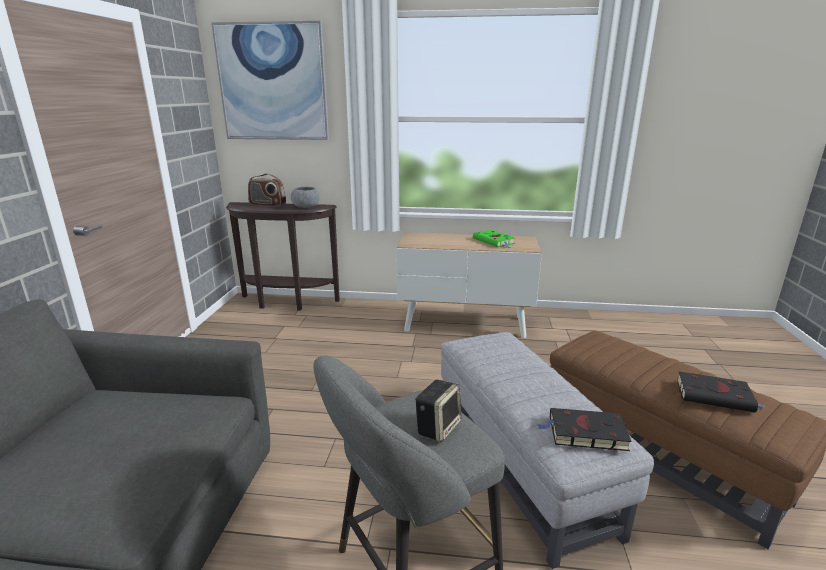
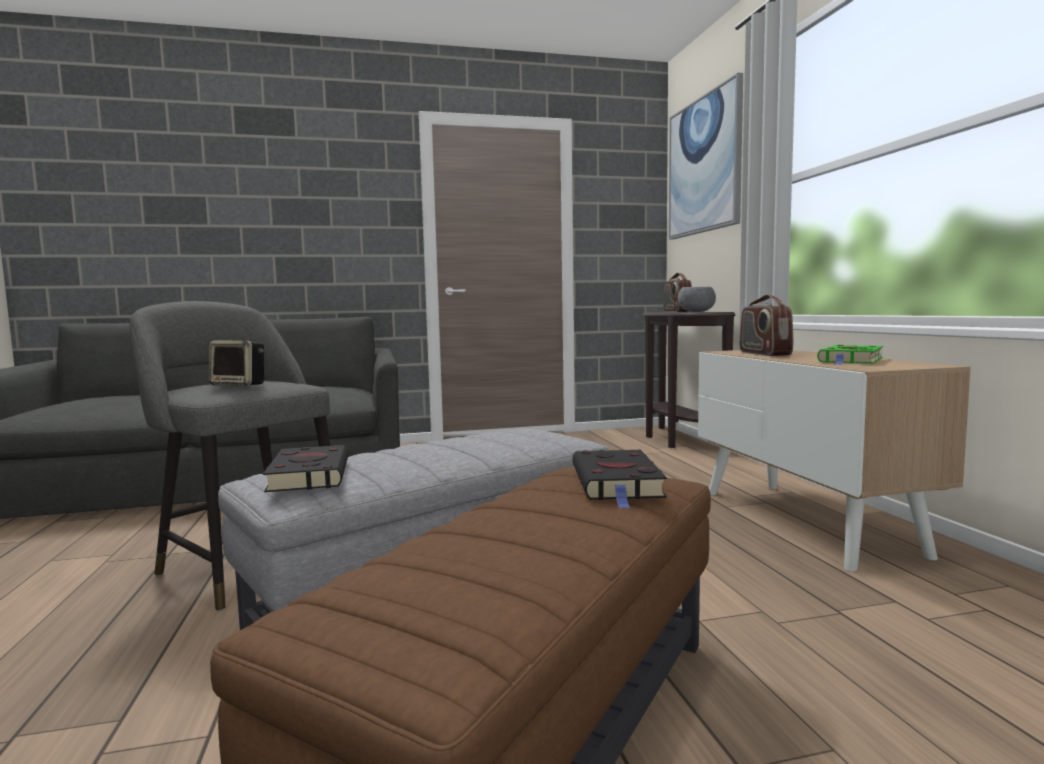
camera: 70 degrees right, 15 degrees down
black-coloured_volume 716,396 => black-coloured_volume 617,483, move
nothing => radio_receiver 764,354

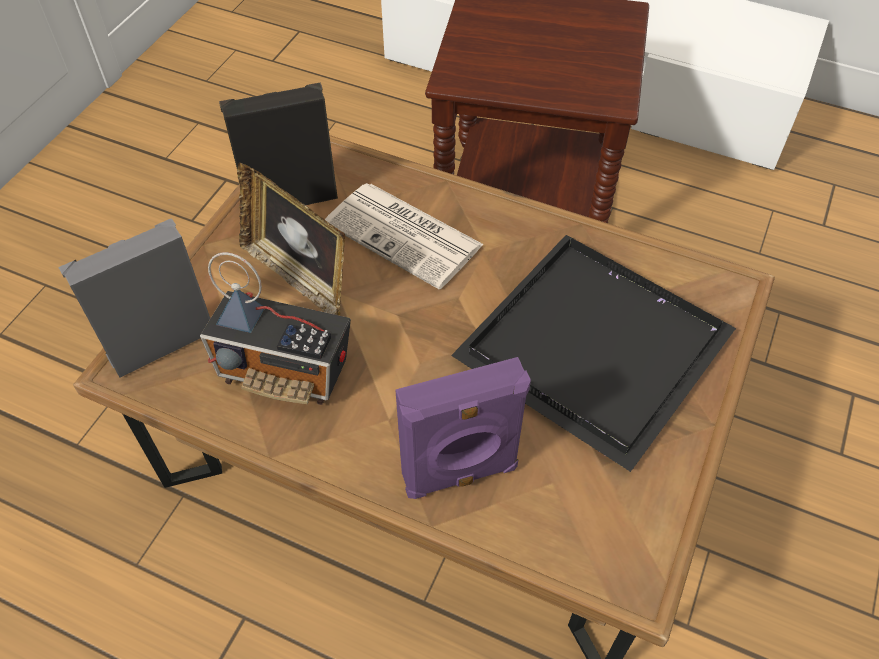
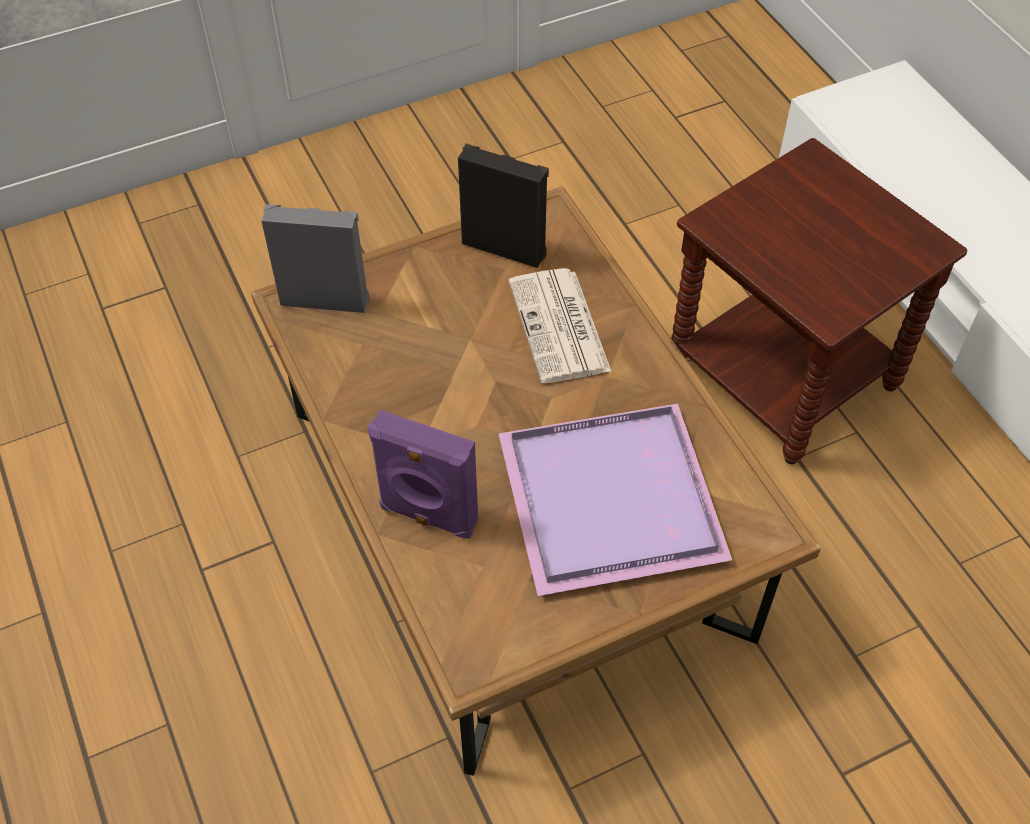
camera: 40 degrees right, 0 degrees up
radio_receiver 286,371 => nothing
standing_frame 299,276 => nothing
black-coloured_carrying_tray 599,347 => purple-coloured_carrying_tray 615,502

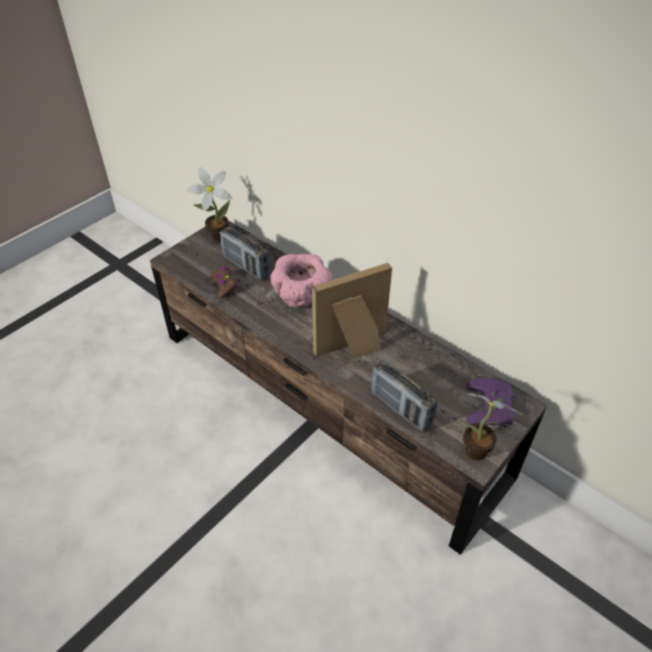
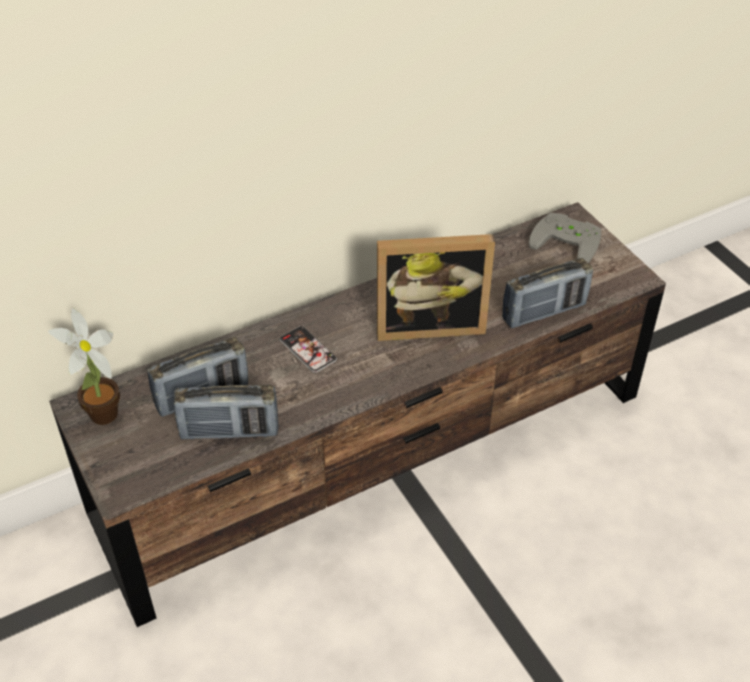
camera: 70 degrees left, 0 degrees up
brown_game_controller 223,285 => radio_receiver 229,431
pinkish_serving_bowl 301,297 => phone 308,350
standing_frame 354,348 => standing_frame 429,324, 90 degrees counterclockwise
plant_in_a_pot 479,453 => nothing
purple-coloured_game_controller 493,407 => gray_game_controller 568,240

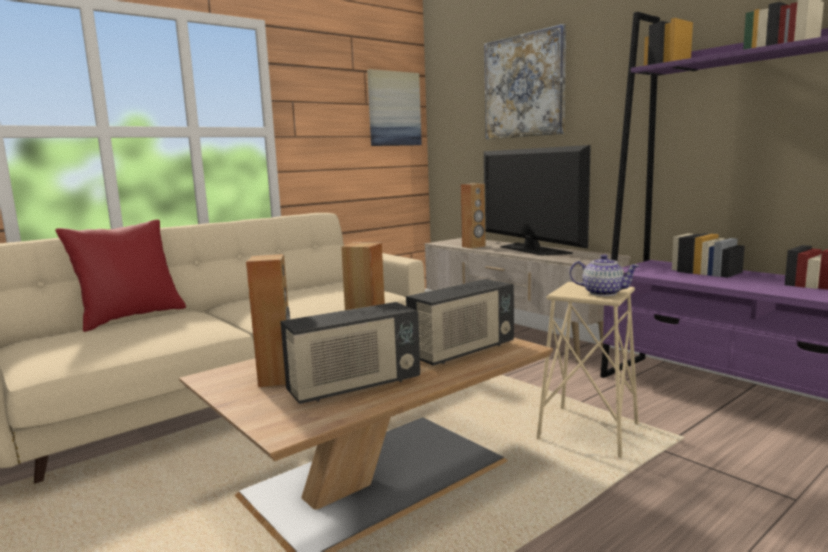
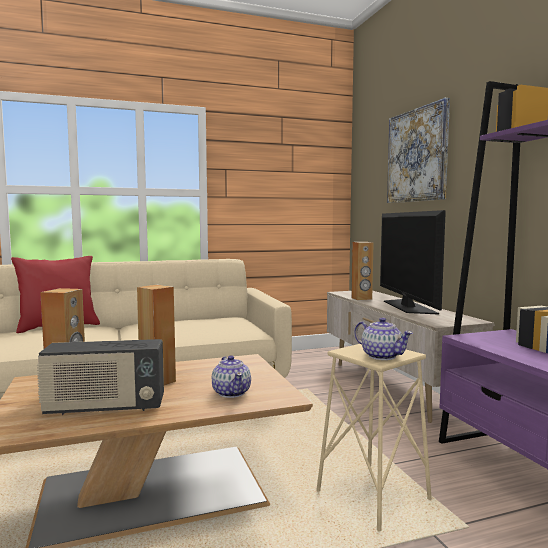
camera: 20 degrees right, 5 degrees down
wall_picture 394,109 => nothing
radio_receiver 463,351 => tea_pot 231,392

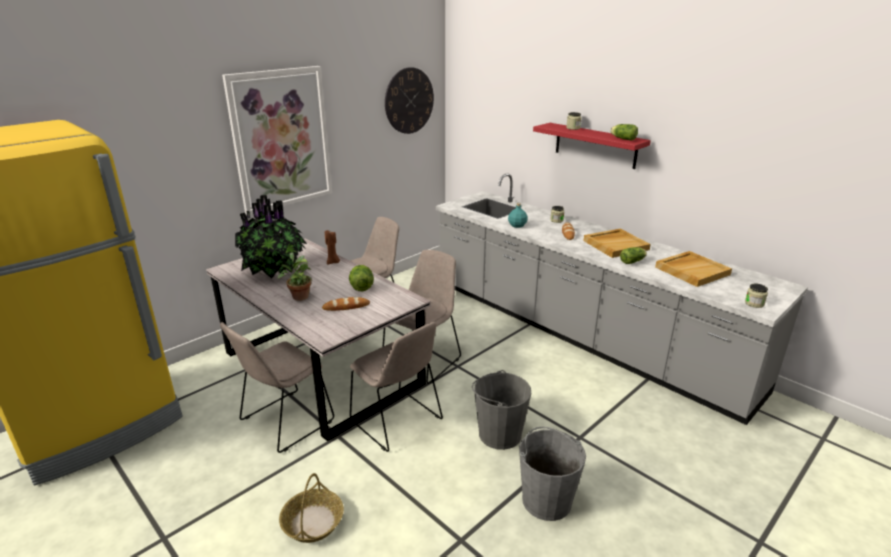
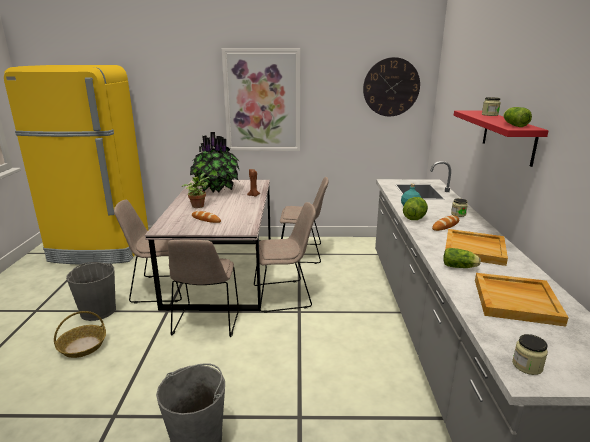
camera: 45 degrees right, 5 degrees down
lettuce 361,288 => lettuce 414,218, move
gray_water_bucket 499,434 => gray_water_bucket 98,311, move

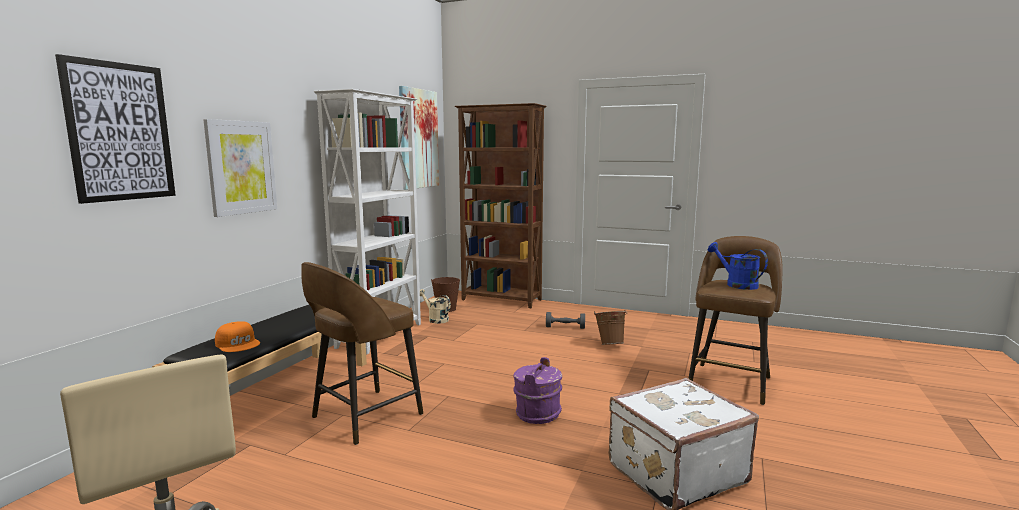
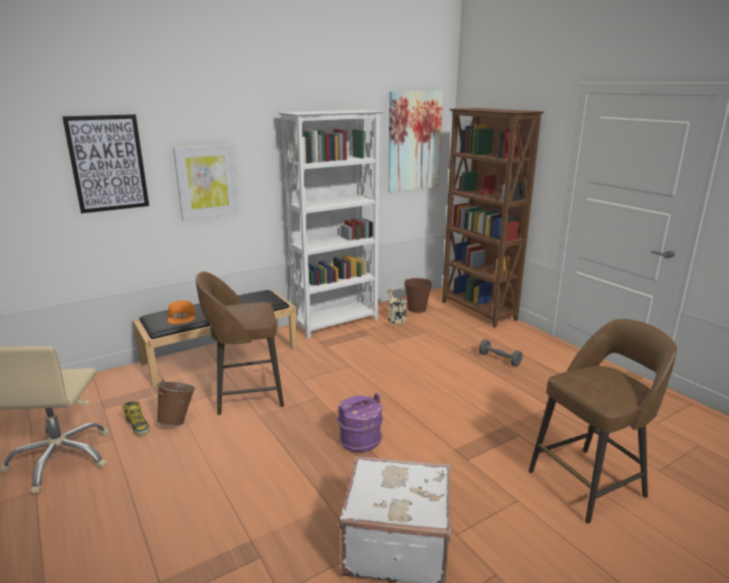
camera: 35 degrees right, 10 degrees up
brown_water_bucket 610,344 => brown_water_bucket 178,420, move
blue-coloured_sprinkling_can 736,284 => nothing
nothing => tall_boot 138,426

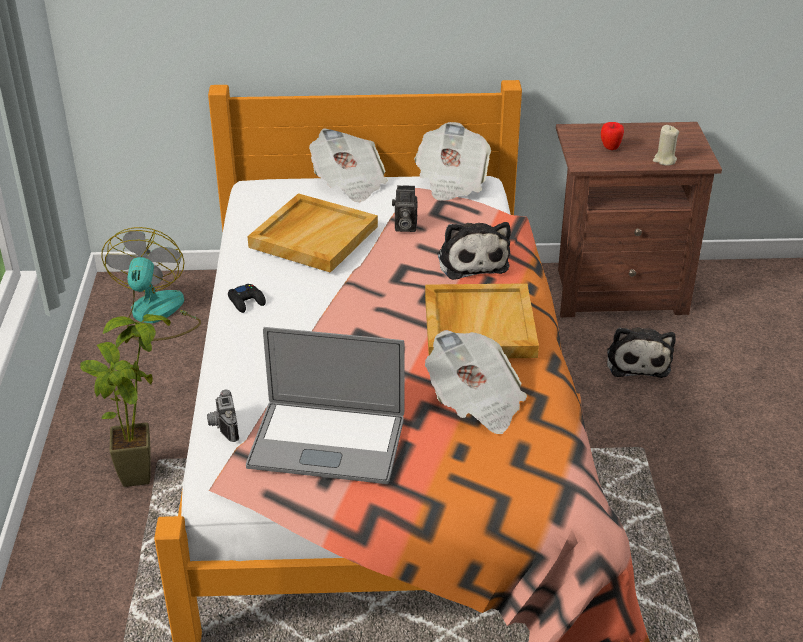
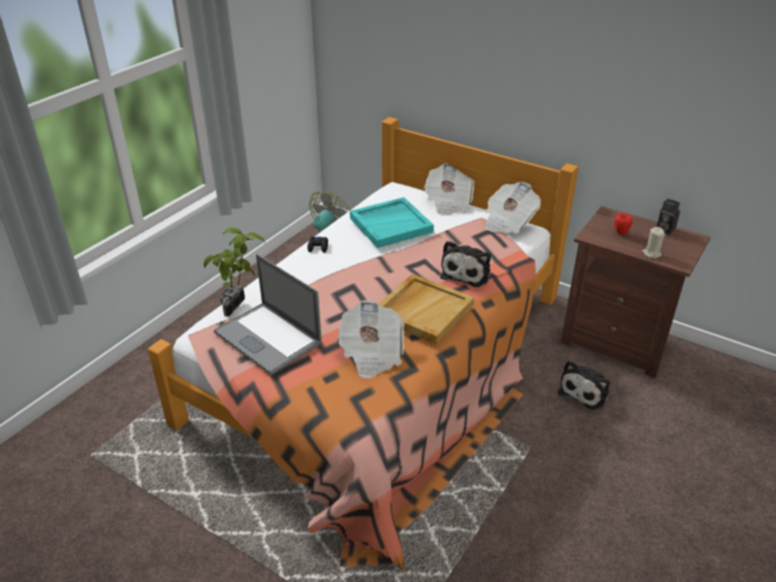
camera: 35 degrees right, 0 degrees up
sand-coloured_carrying_tray 313,236 => turquoise-coloured_carrying_tray 391,224
photo_camera 404,227 => photo_camera 664,229, move

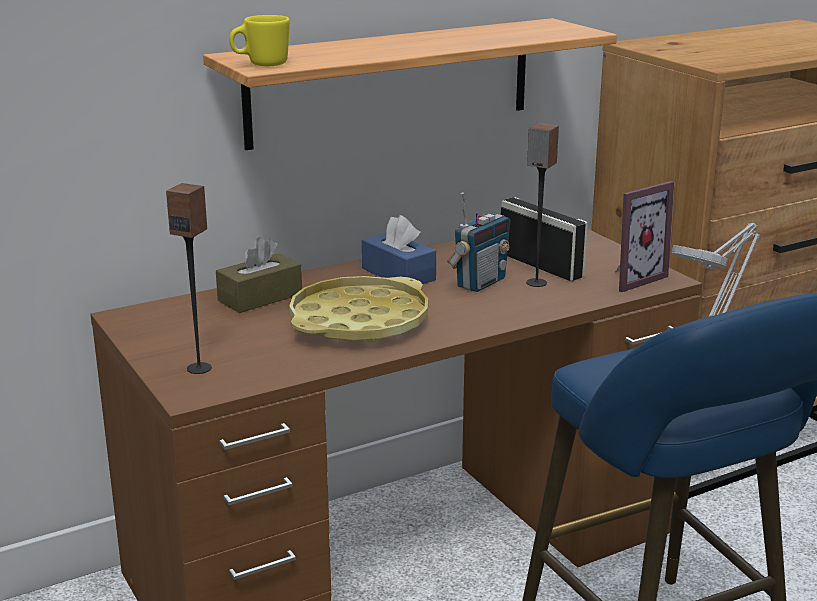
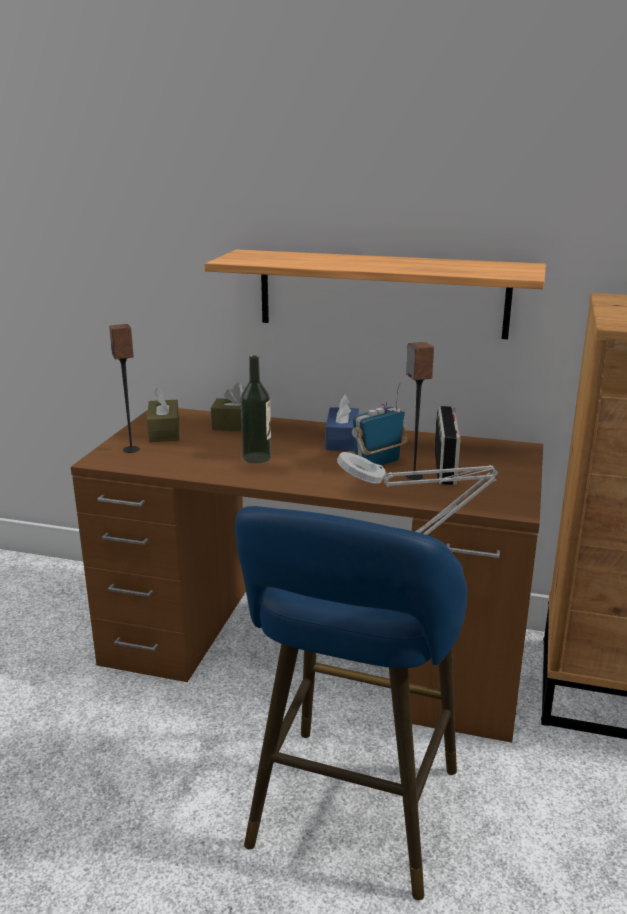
camera: 45 degrees right, 0 degrees up
yellow_mug 261,64 => nothing
yellow_carrying_tray 359,321 => bottle 257,457
radio_receiver 480,283 => radio_receiver 378,462, 150 degrees clockwise
standing_frame 631,278 => nothing
nothing => brown_tissue_box 164,431

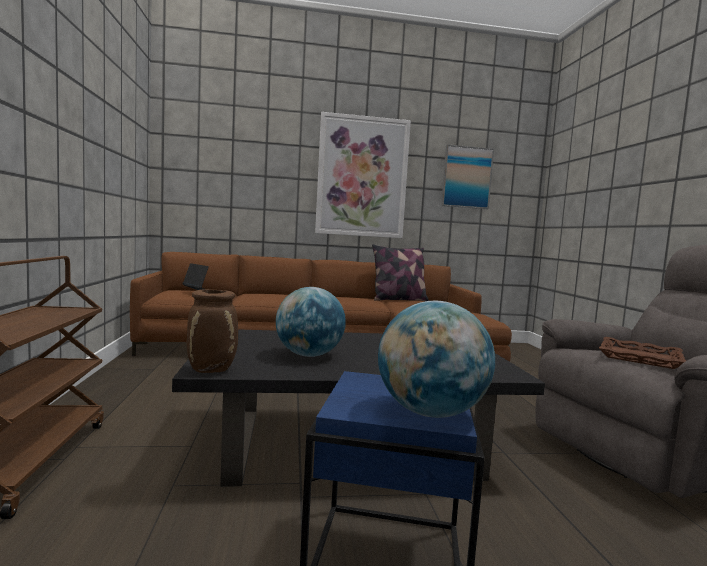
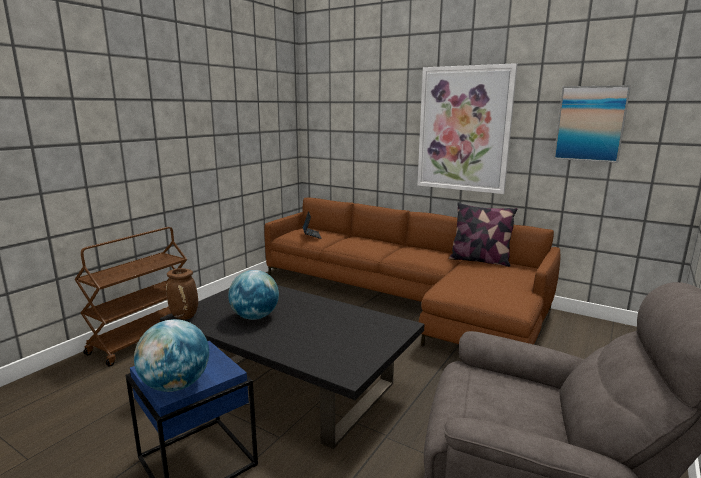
camera: 40 degrees right, 10 degrees up
brown_carrying_tray 639,358 => nothing

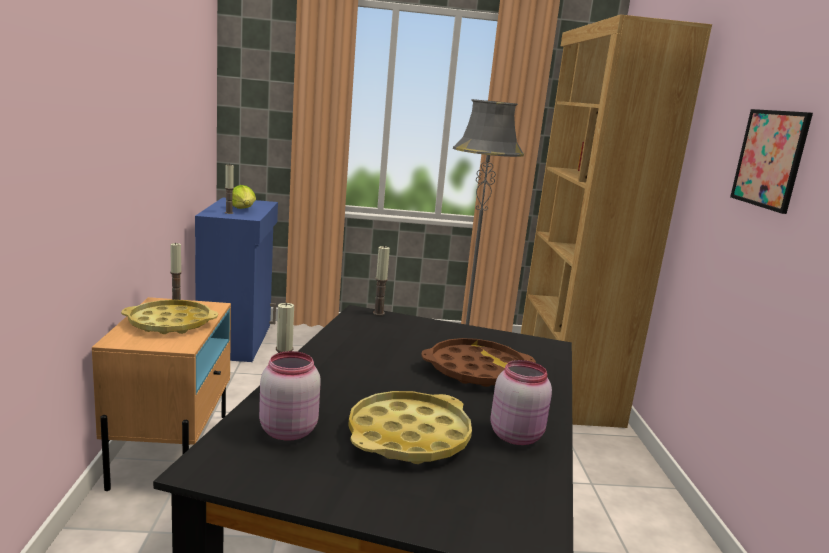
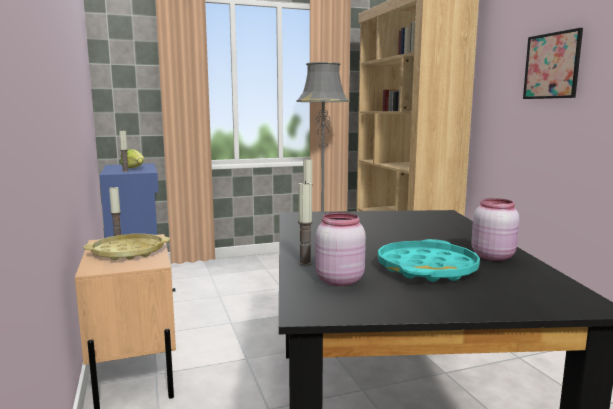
camera: 15 degrees left, 5 degrees down
yellow_carrying_tray 409,436 => turquoise-coloured_carrying_tray 427,268
brown_carrying_tray 476,370 => nothing

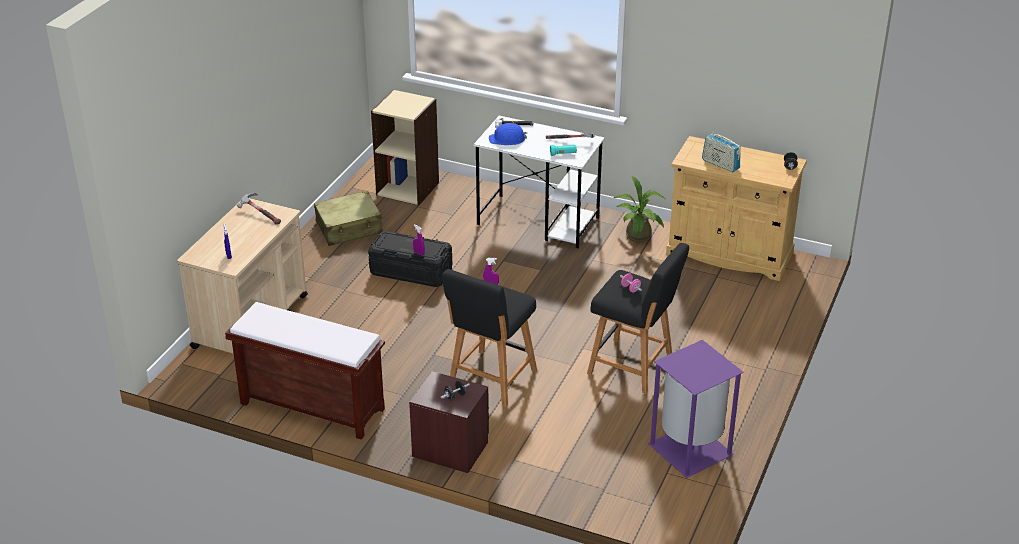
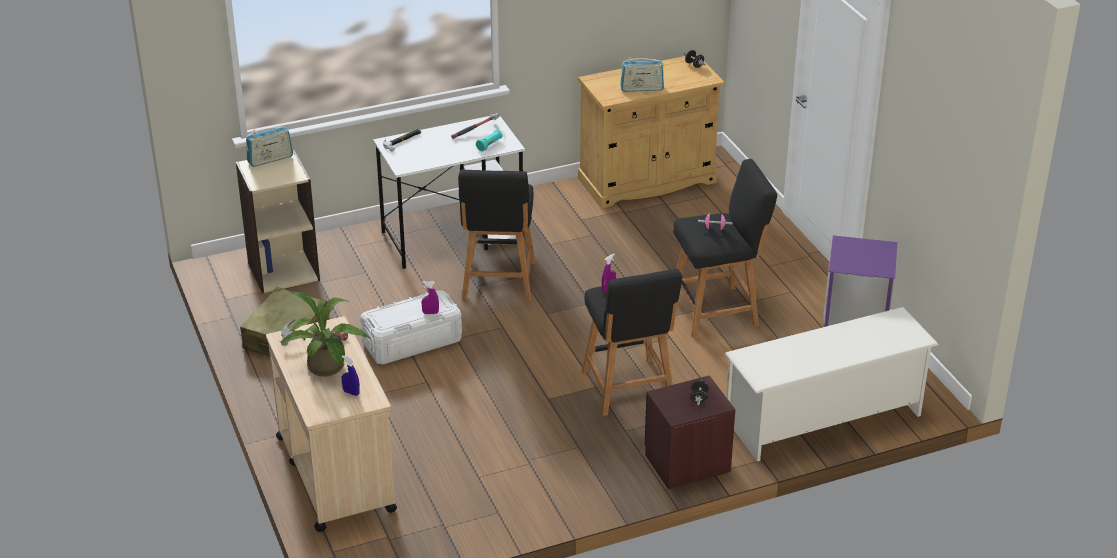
camera: 45 degrees left, 0 degrees up
brown_bench 310,406 => nothing
black-coloured_storage_box 411,271 => white_storage_box 412,342
blue-coloured_safety_helmet 507,139 => nothing
plant_in_a_pot 638,238 => plant_in_a_pot 329,369, move
nothing => radio_receiver 270,159
nothing => black-coloured_stool_seat 498,283
nothing => white_shoe_rack 824,419

